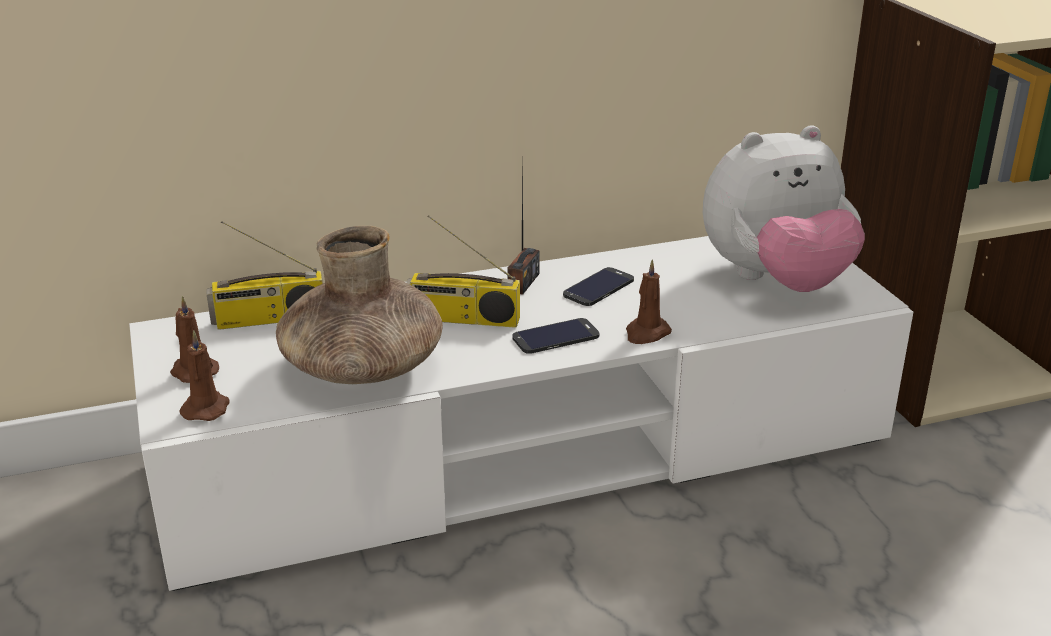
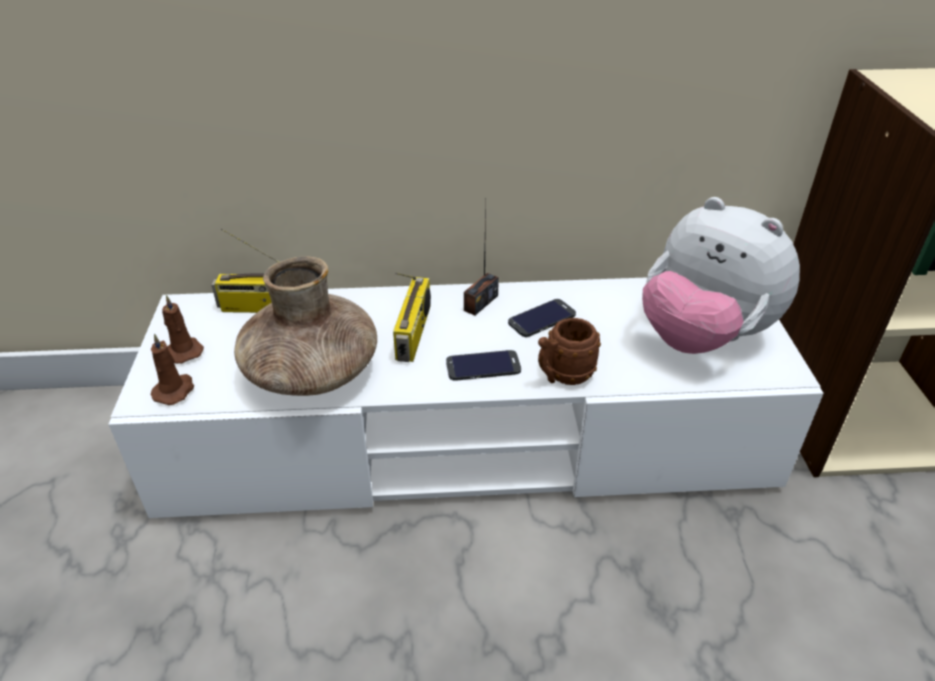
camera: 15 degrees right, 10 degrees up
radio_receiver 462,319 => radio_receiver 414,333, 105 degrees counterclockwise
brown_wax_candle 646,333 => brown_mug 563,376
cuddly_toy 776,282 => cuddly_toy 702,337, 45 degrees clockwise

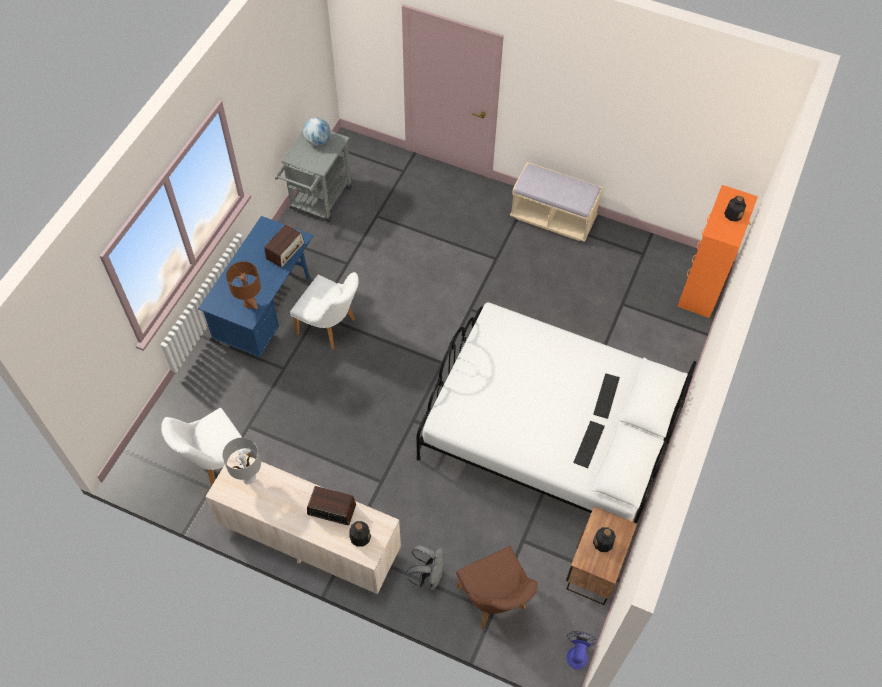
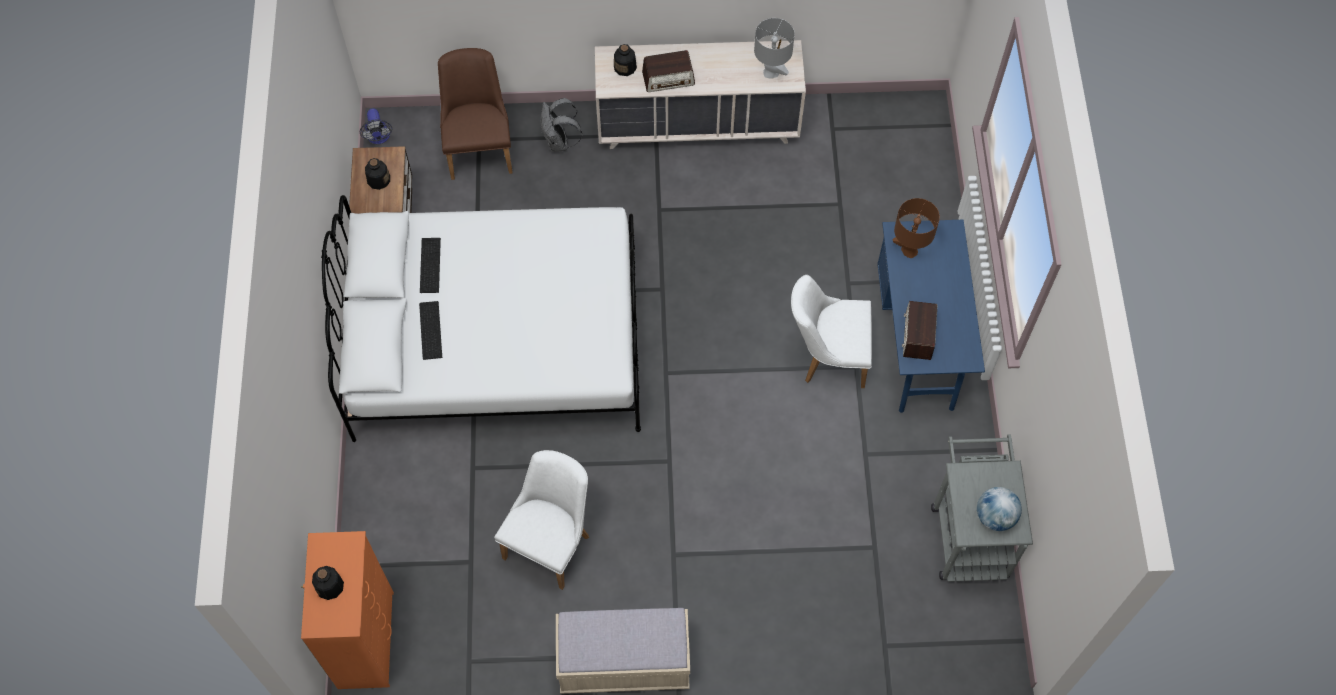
camera: 155 degrees right, 5 degrees up
white_upright_chair 216,463 => white_upright_chair 552,541, move
brown_upright_chair 495,603 => brown_upright_chair 479,147, 45 degrees clockwise

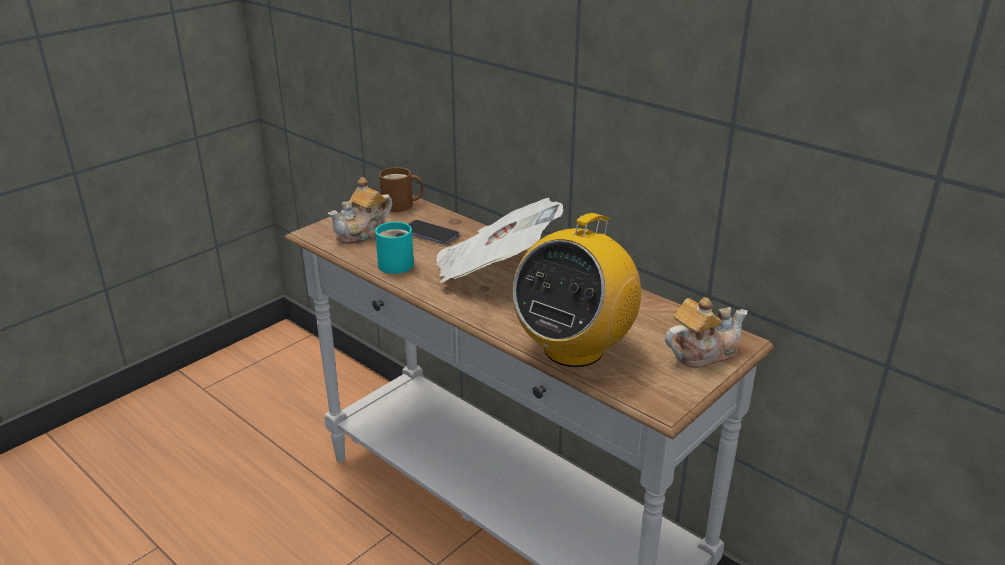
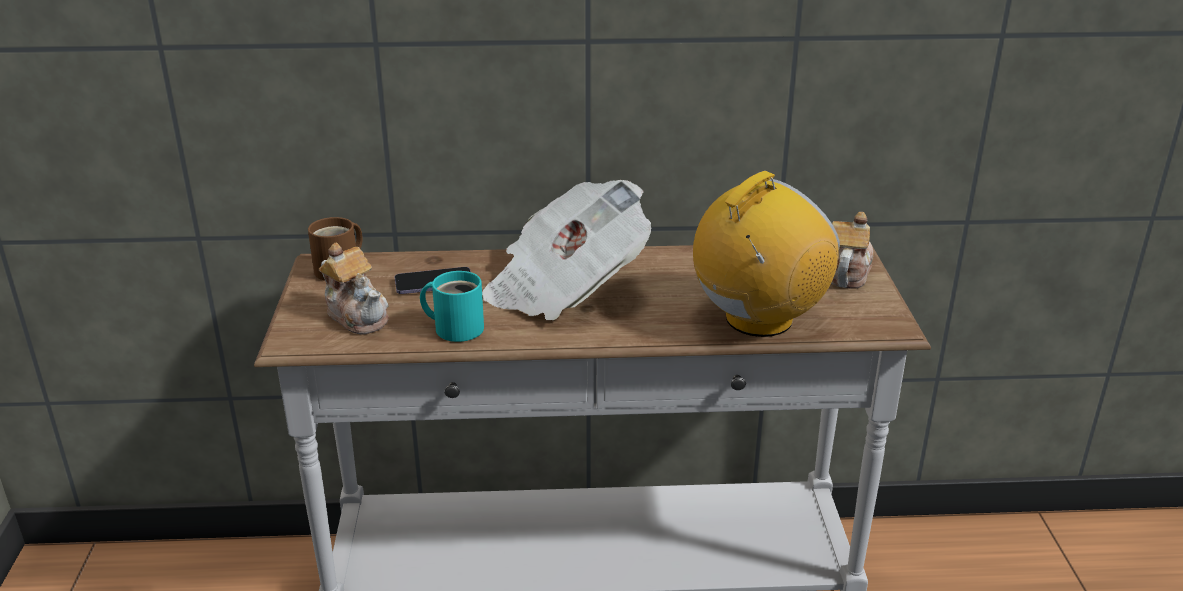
camera: 45 degrees left, 0 degrees up
tea_pot 363,233 => tea_pot 357,315, 45 degrees counterclockwise
radio_receiver 573,349 => radio_receiver 758,319, 120 degrees counterclockwise

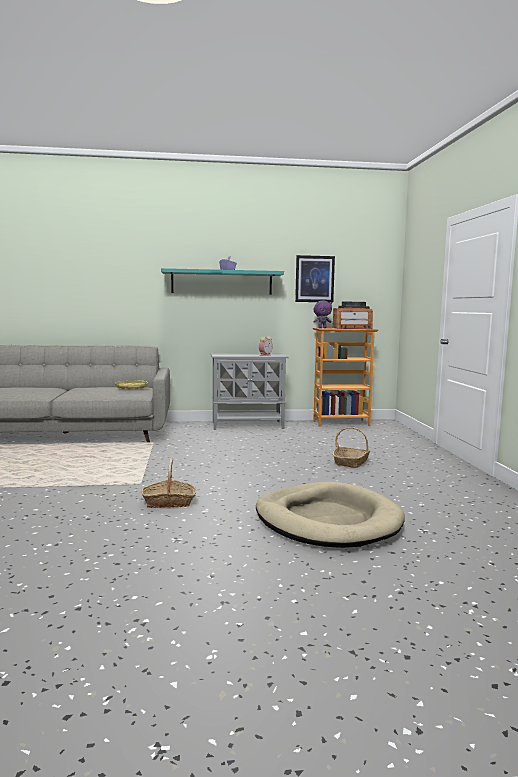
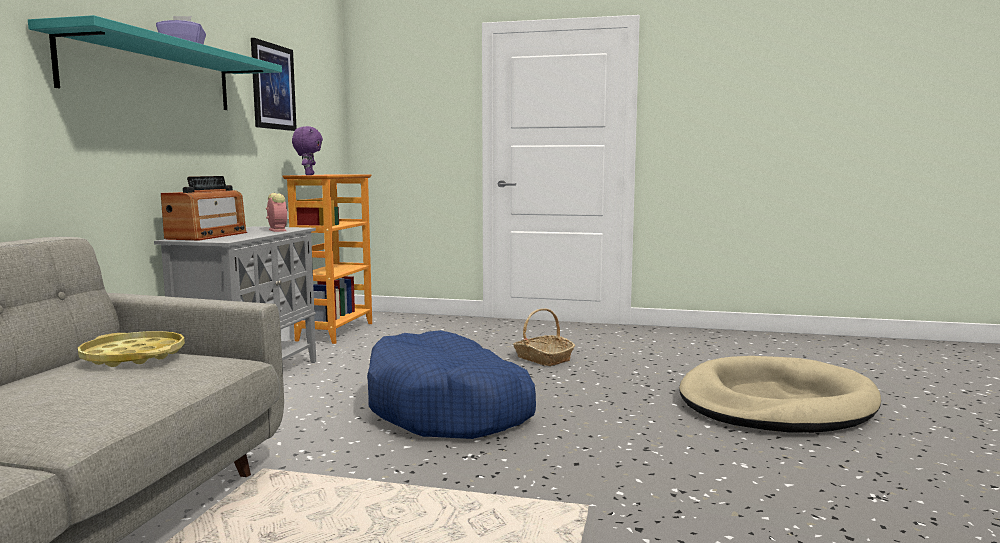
camera: 70 degrees left, 0 degrees up
storage_basket 169,502 => nothing
radio_receiver 352,328 => radio_receiver 207,236, move
nothing => blue-coloured_pet_bed 449,408

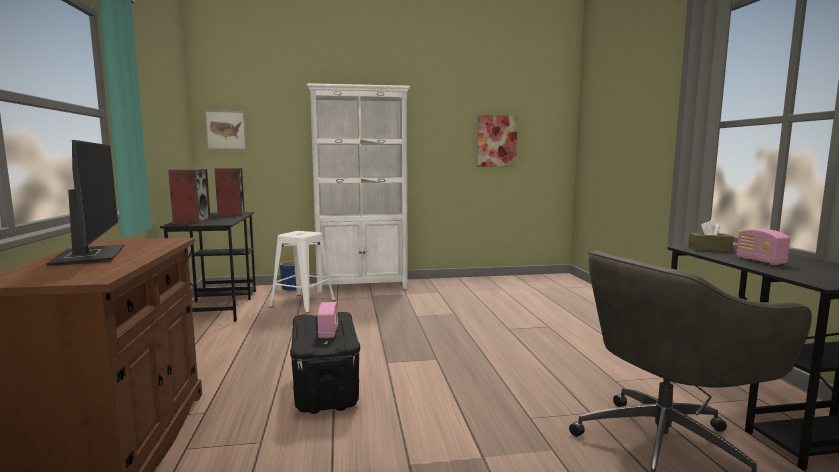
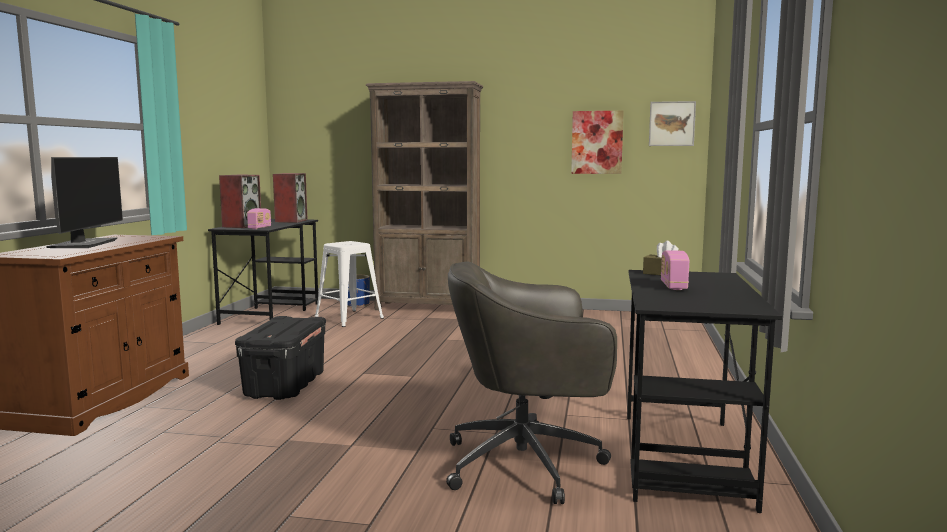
camera: 20 degrees right, 0 degrees up
wall_picture 225,130 => wall_picture 672,123, move
white_shelving_unit 363,286 => brown_shelving_unit 428,308
radio_receiver 328,332 => radio_receiver 259,228, move

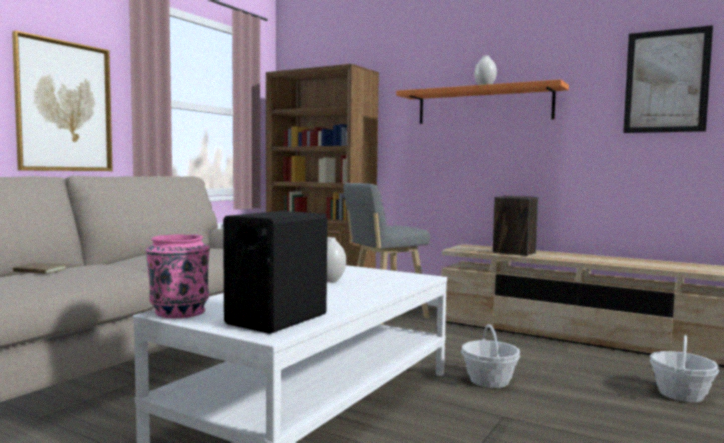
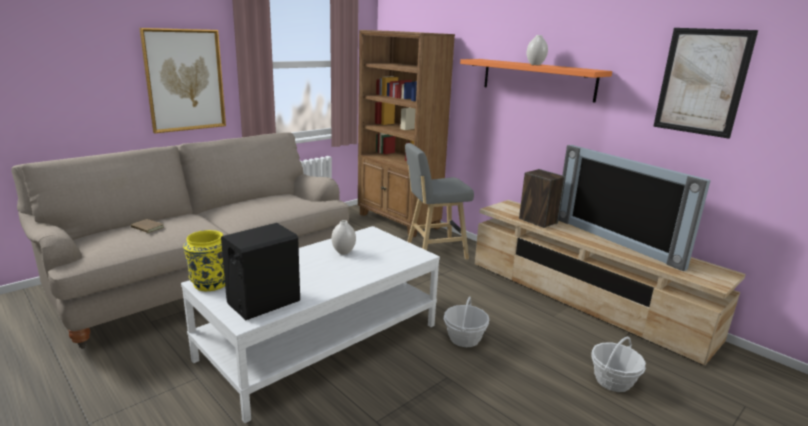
camera: 15 degrees right, 15 degrees up
pinkish_decorative_vase 179,312 => yellow_decorative_vase 210,283
nothing => TV_set 617,240

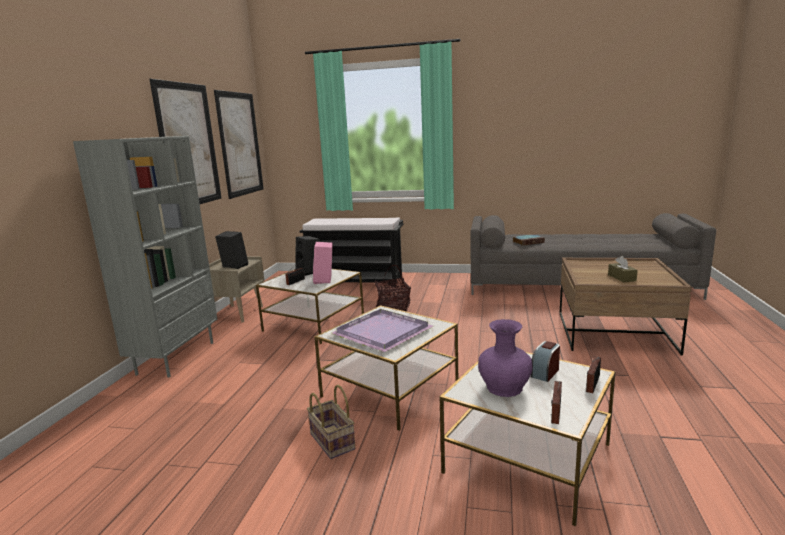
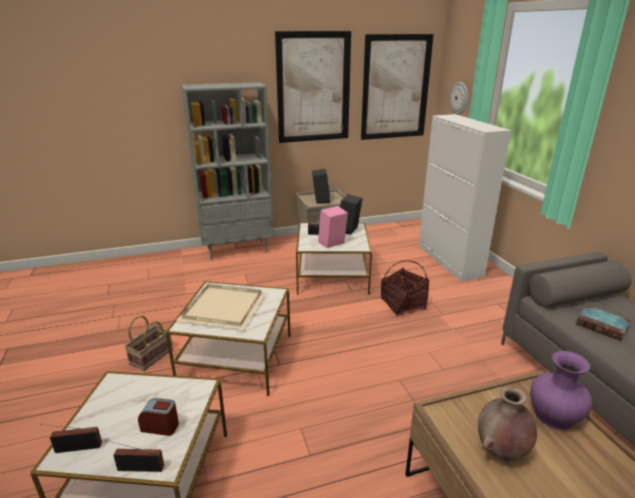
camera: 60 degrees right, 10 degrees up
black-coloured_bench 356,281 => white_cabinet 449,261
purple-coloured_carrying_tray 380,333 => sand-coloured_carrying_tray 223,307
purple-coloured_decorative_vase 505,387 => purple-coloured_decorative_vase 554,416, move
brown_tissue_box 621,278 => brown_decorative_vase 501,452
nothing => hanging_clock 459,98

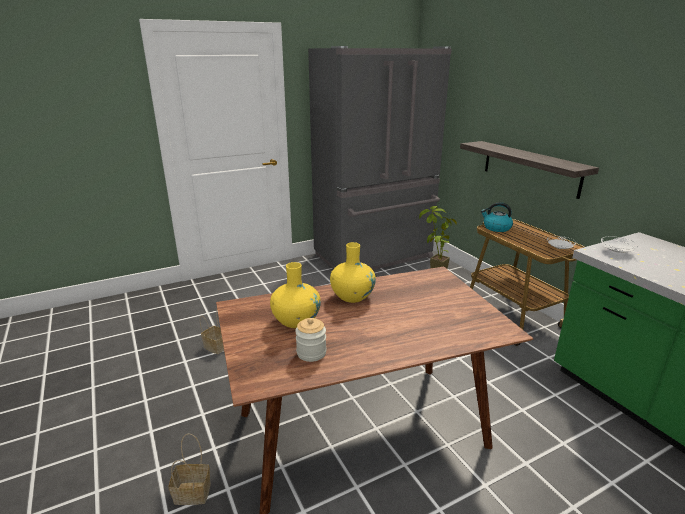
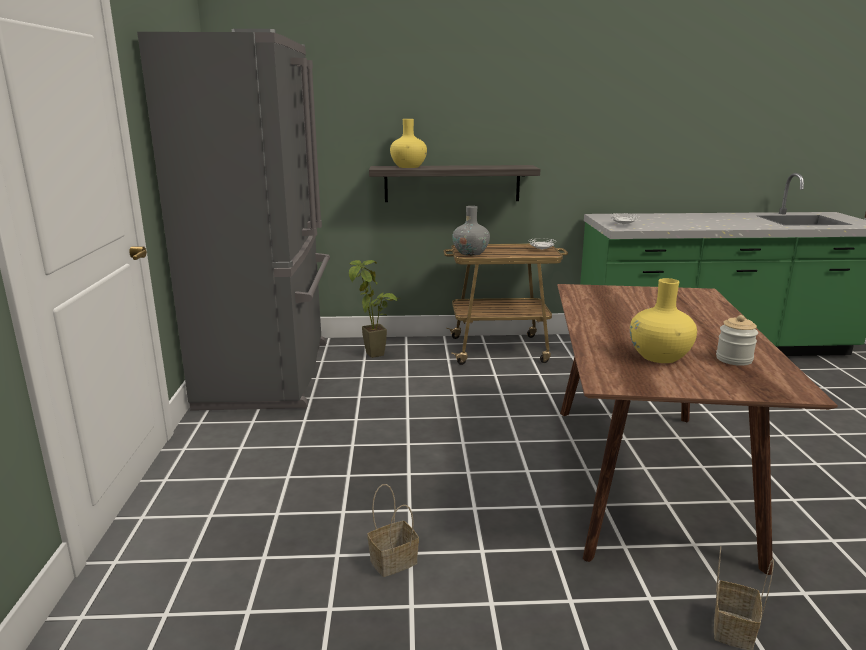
camera: 65 degrees left, 5 degrees down
yellow_decorative_vase 352,296 => yellow_decorative_vase 408,167, move
tea_kettle 496,228 => gray_decorative_vase 470,253

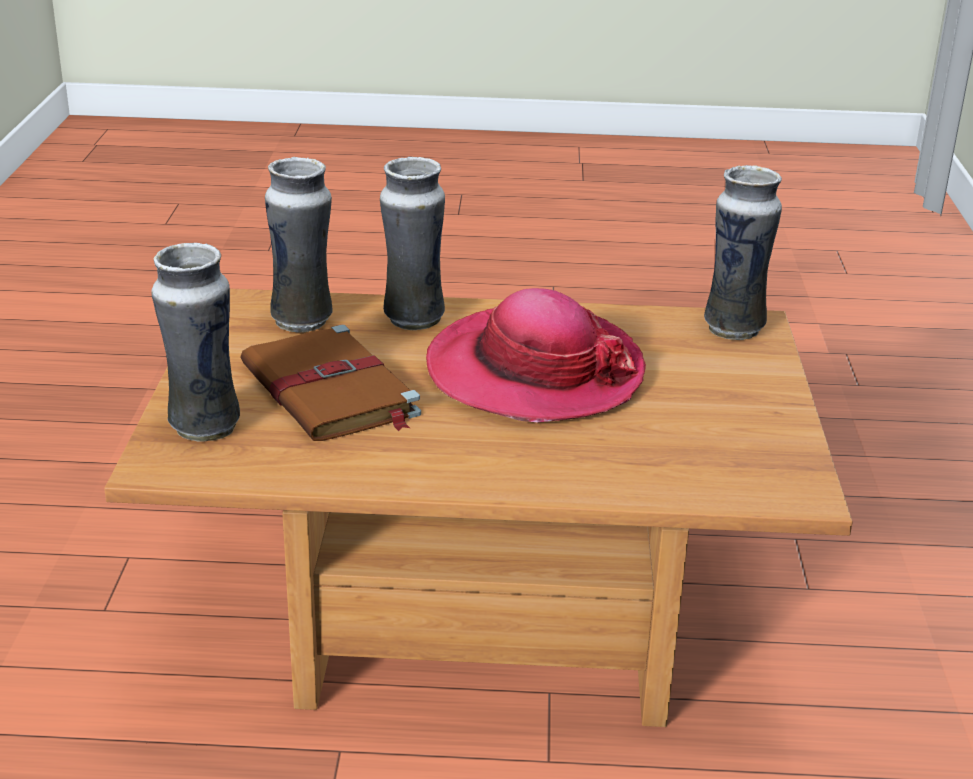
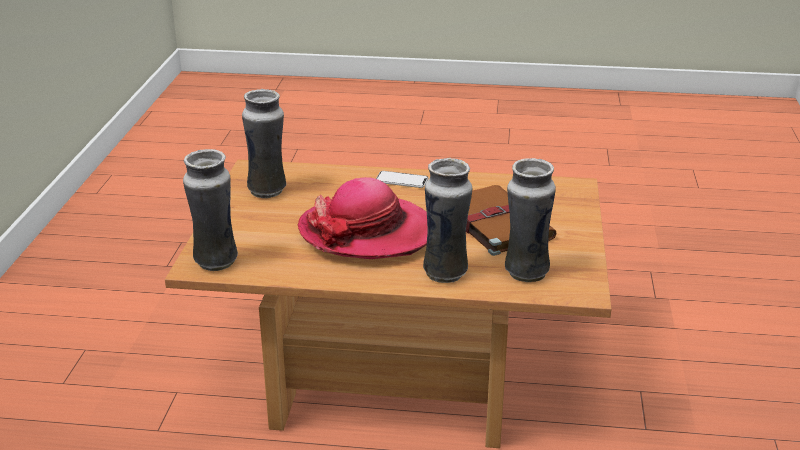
camera: 175 degrees left, 0 degrees up
decorative_vase 203,427 => decorative_vase 268,191, move
nothing => phone 401,180

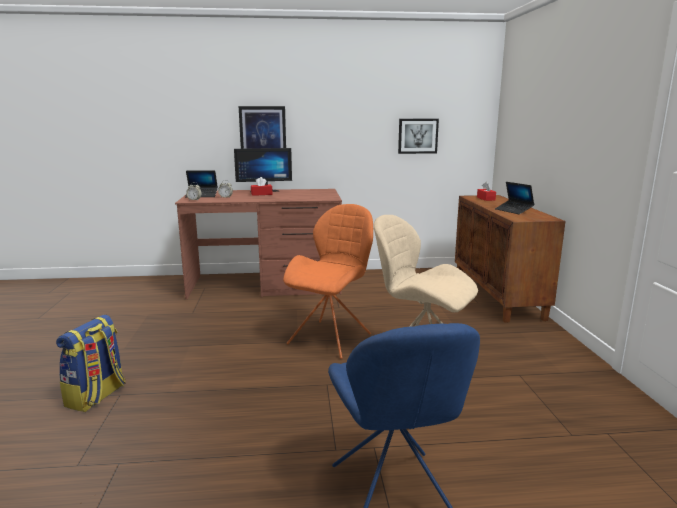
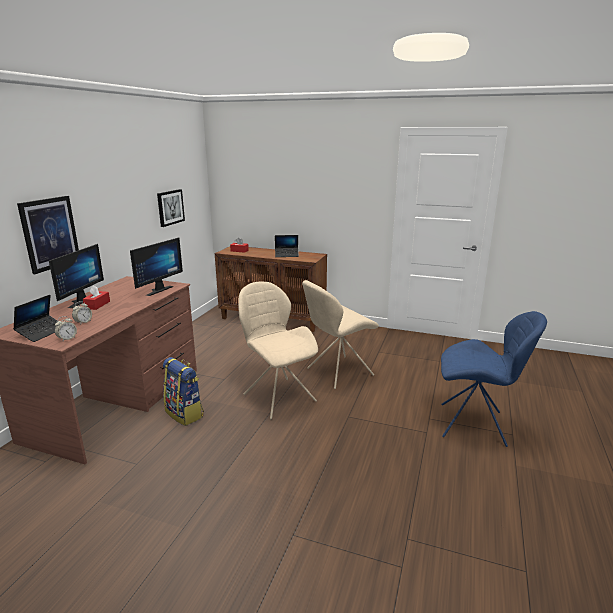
camera: 65 degrees left, 5 degrees up
knapsack 96,396 => knapsack 185,414, move
orange-coloured_upright_chair 331,338 => sand-coloured_upright_chair 278,396
nothing => computer_screen 157,290

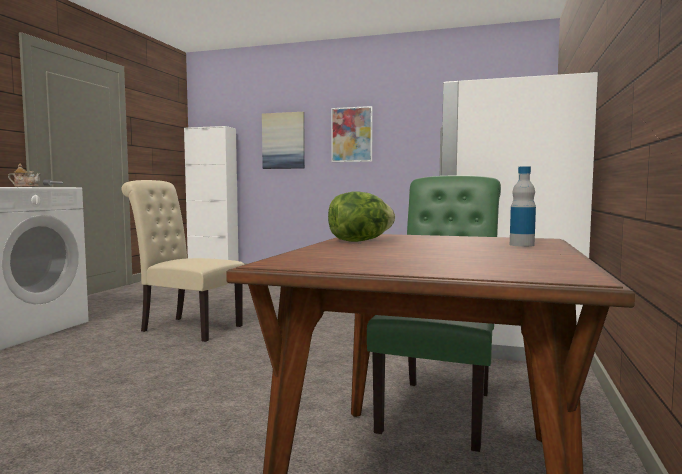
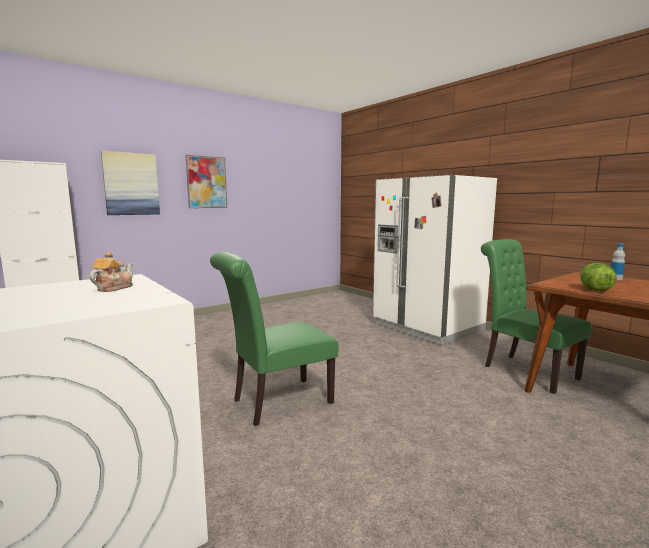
camera: 55 degrees left, 5 degrees up
sand-coloured_upright_chair 186,328 => green-coloured_upright_chair 276,402

